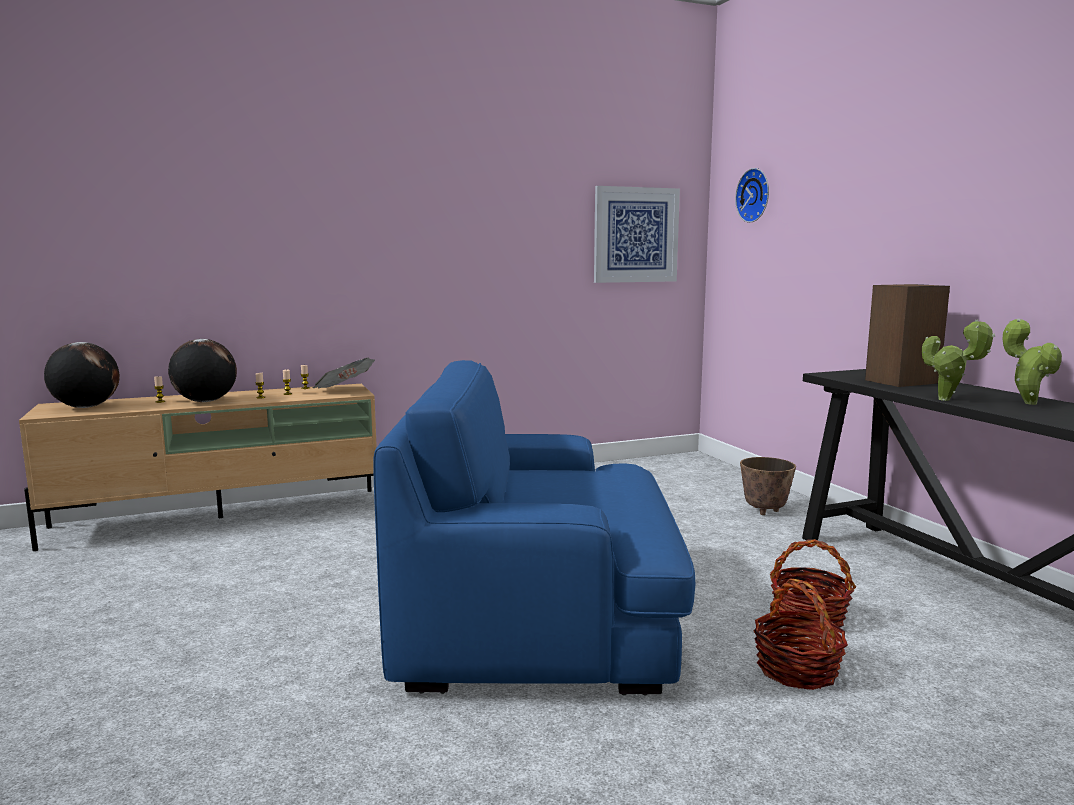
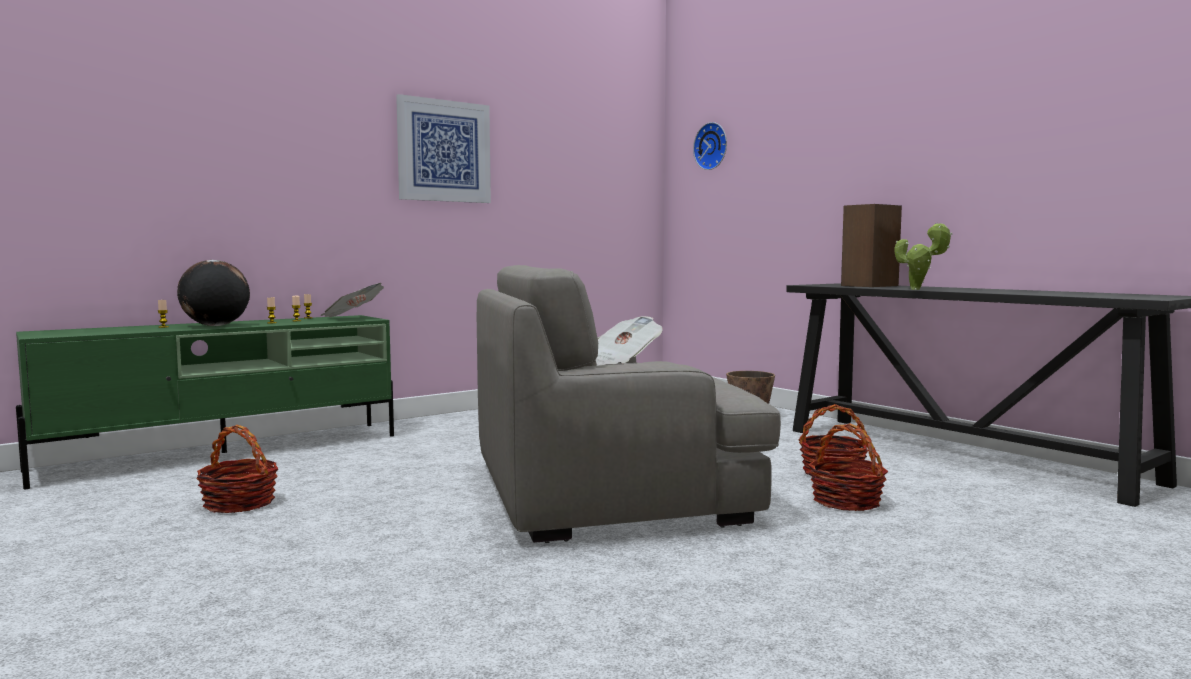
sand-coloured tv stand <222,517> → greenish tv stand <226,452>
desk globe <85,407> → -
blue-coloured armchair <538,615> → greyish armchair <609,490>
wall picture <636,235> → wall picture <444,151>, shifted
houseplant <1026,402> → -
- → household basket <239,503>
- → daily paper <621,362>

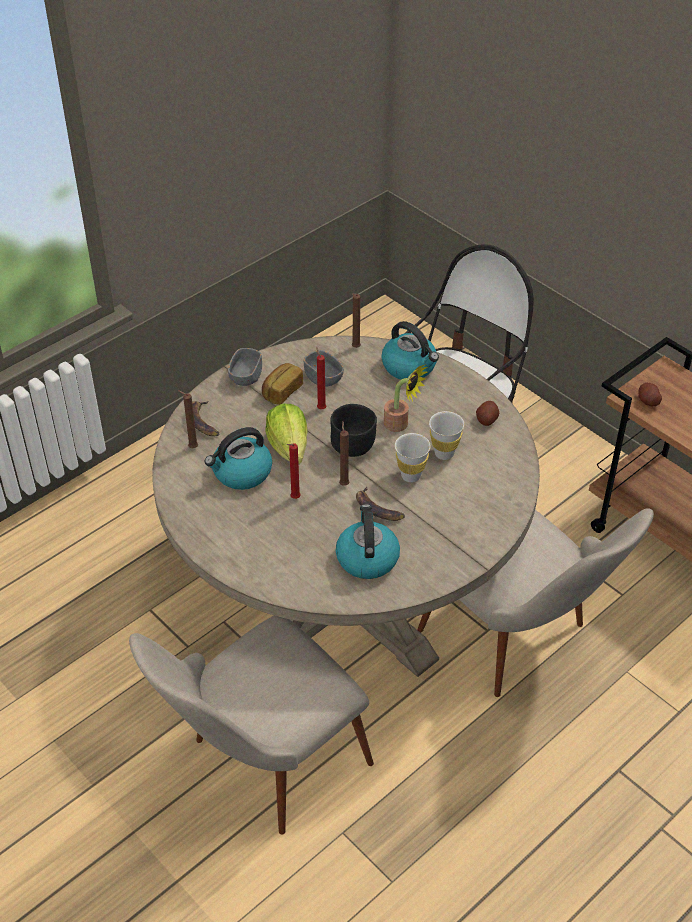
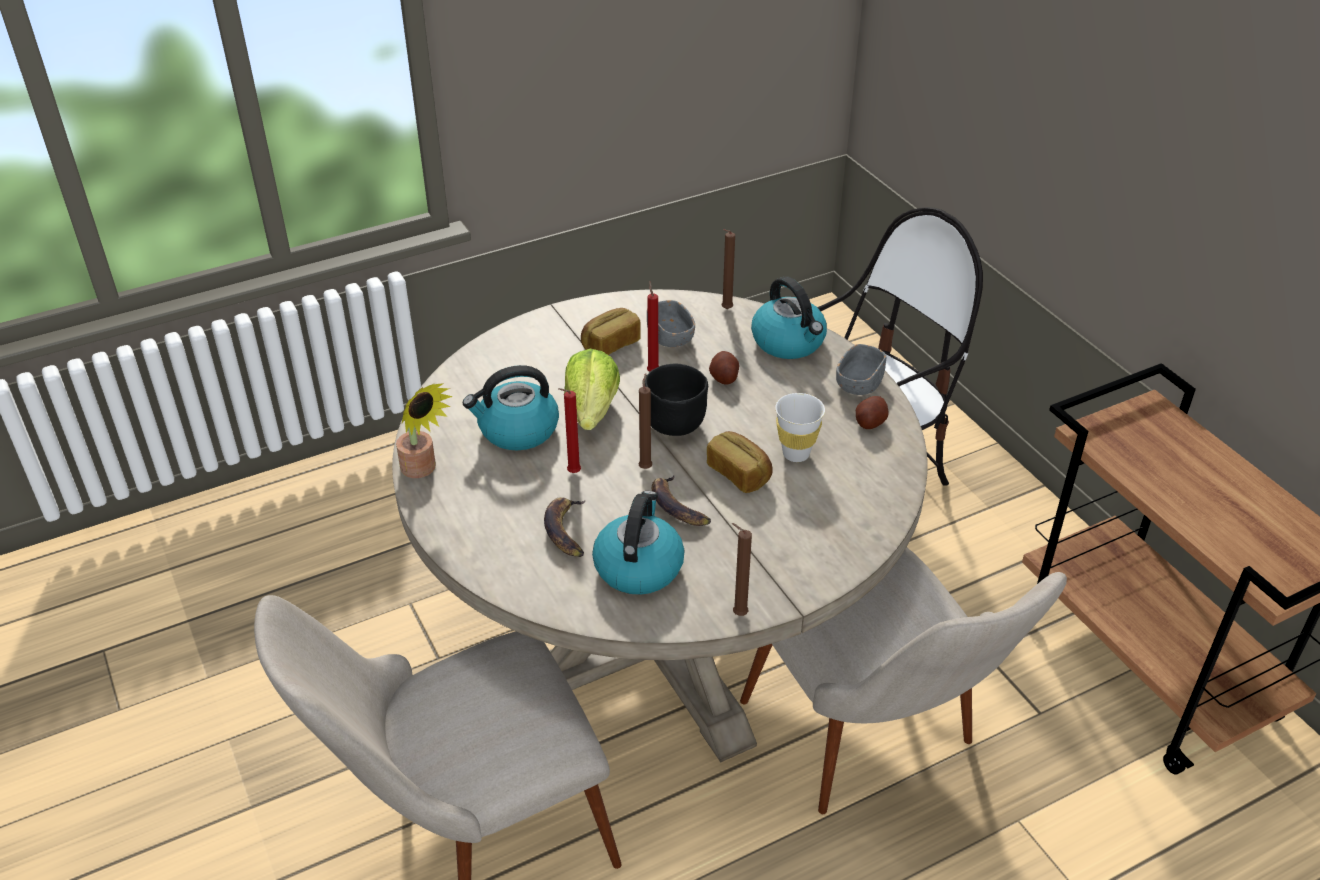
brown-coloured wax candle <191,447> → brown-coloured wax candle <737,614>, shifted
whole banana <202,421> → whole banana <566,530>, shifted
greyish deep dish <245,376> → greyish deep dish <859,383>, shifted
houseplant <400,425> → houseplant <422,470>, shifted
white-coloured drinking cup <411,475> → bread <739,473>
whole potato <648,401> → whole potato <724,377>, shifted

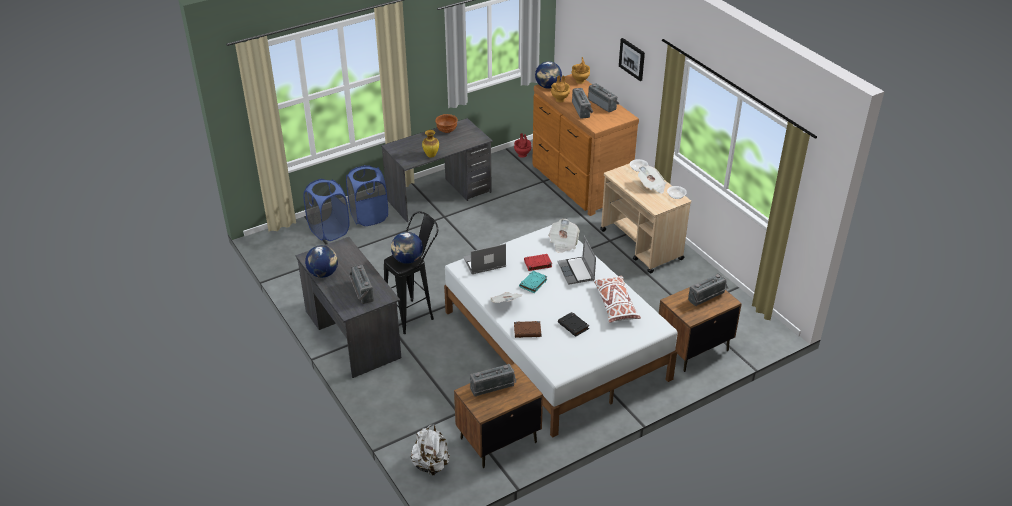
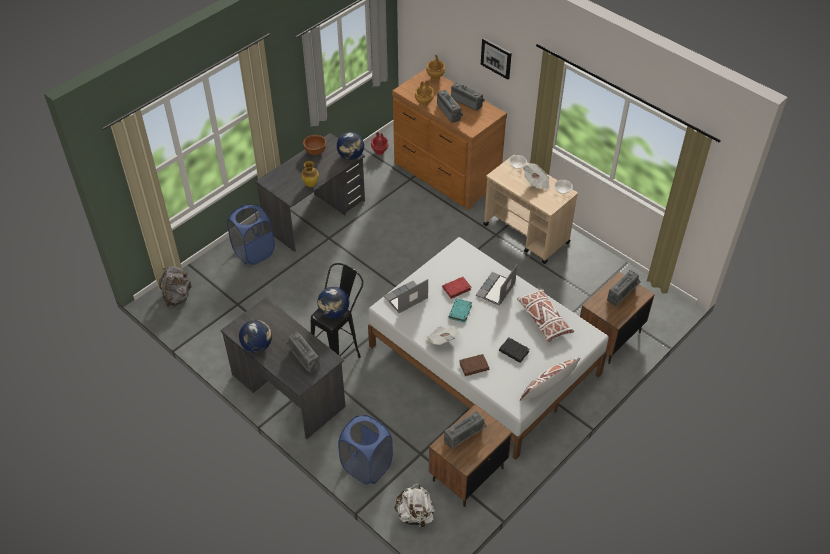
blue-coloured laundry basket <329,231> → blue-coloured laundry basket <366,466>, shifted
desk globe <548,86> → desk globe <351,156>, shifted
daily paper <563,243> → -
portable computer <576,272> → portable computer <496,290>, 60 degrees clockwise
- → greyish rucksack <177,296>
- → white-coloured throw pillow <548,387>

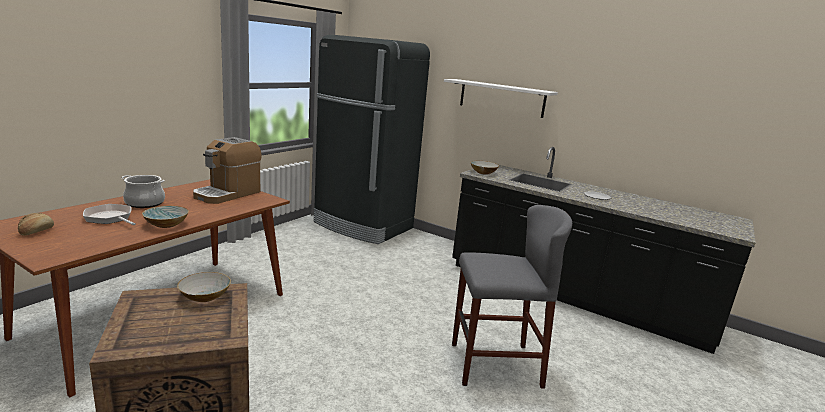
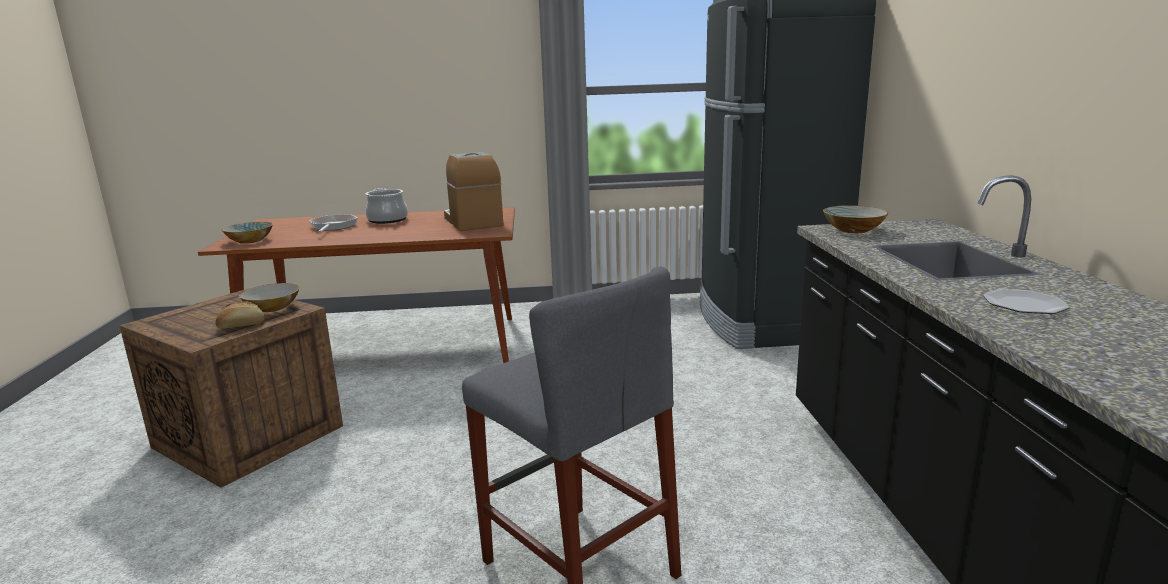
bread <36,231> → bread <241,325>, shifted
deep dish <167,224> → deep dish <250,241>, shifted
coffee machine <227,194> → coffee machine <472,222>, 75 degrees clockwise
white-coloured bracket shelf <501,98> → -

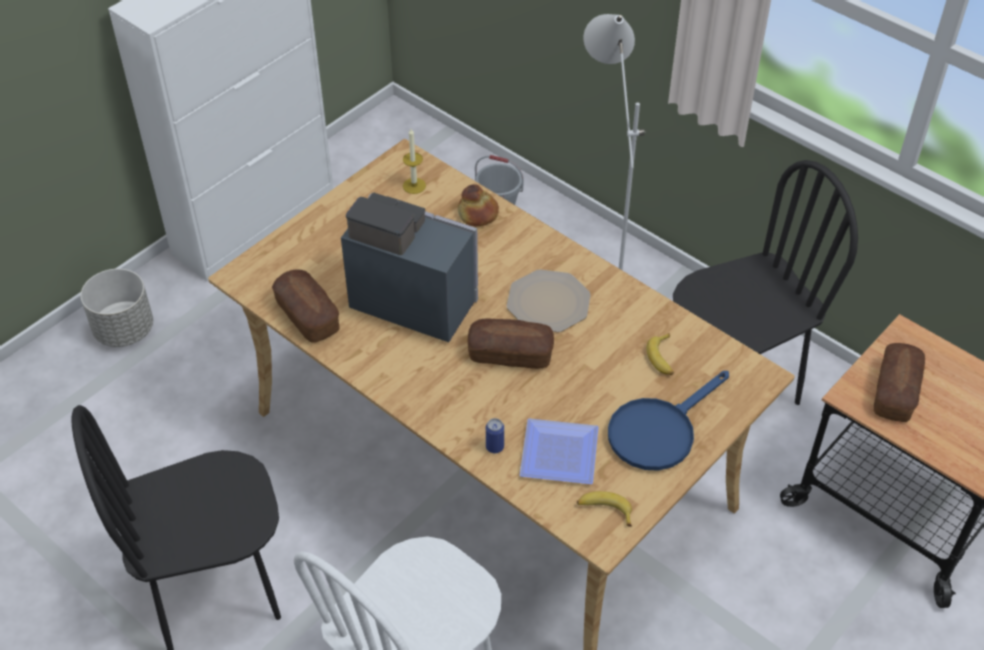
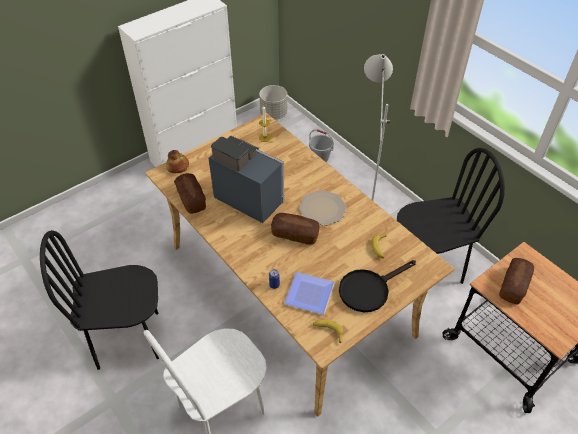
greyish planter <124,329> → greyish planter <274,114>, shifted
bread <478,213> → bread <178,166>, shifted
blue-coloured skillet <658,430> → black-coloured skillet <369,289>

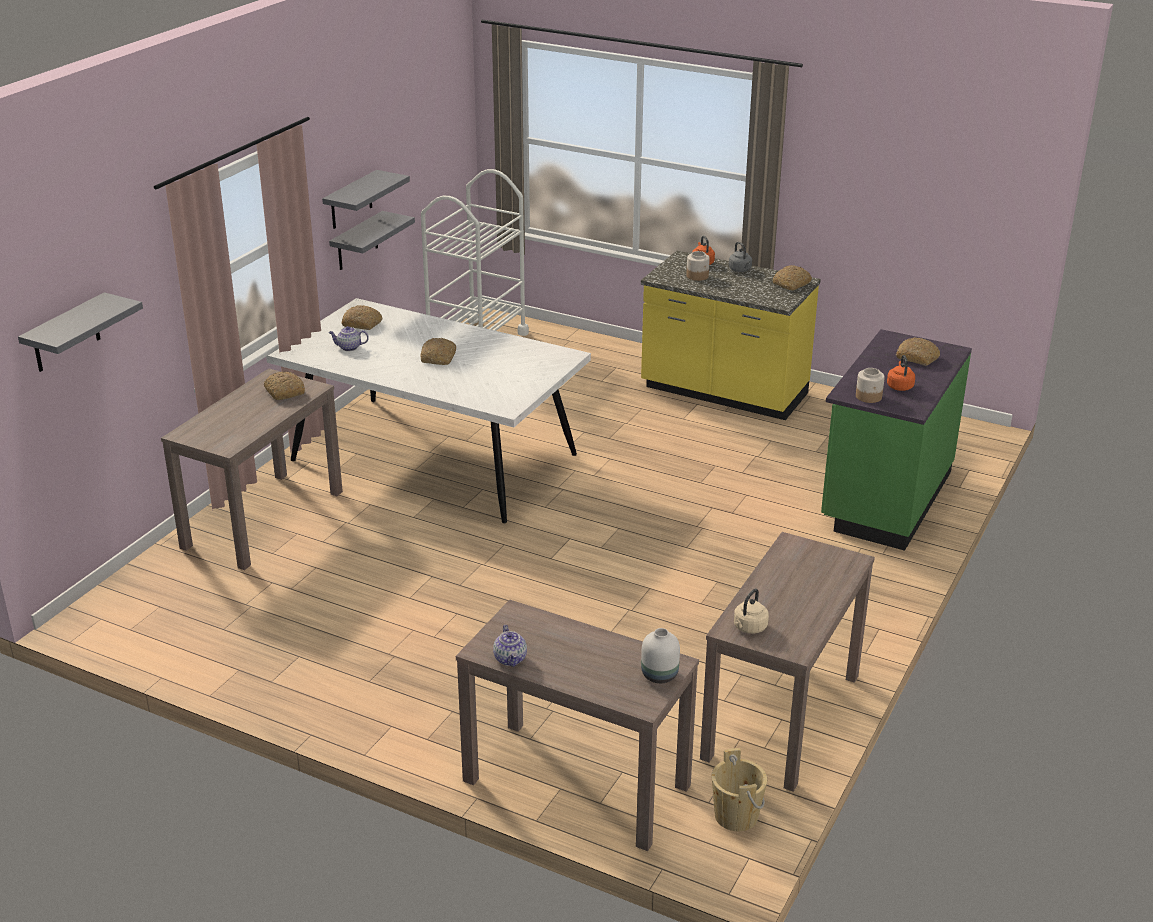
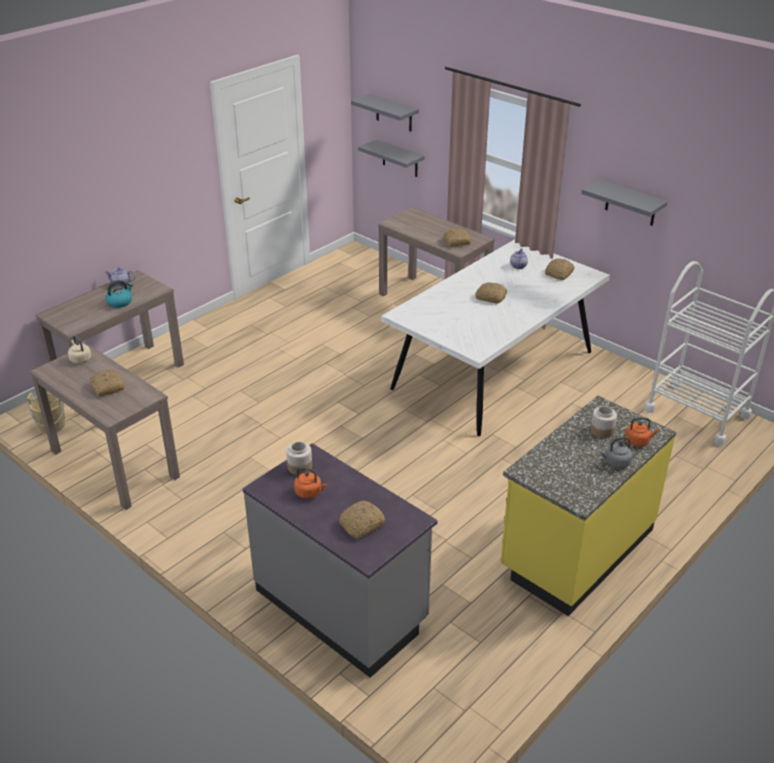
greyish bracket shelf <357,242> → greyish bracket shelf <400,158>, shifted
white-coloured flower vase <658,675> → -
bread <791,284> → bread <107,387>, shifted
greenish counter <884,498> → greyish counter <342,606>
- → kettle <120,302>

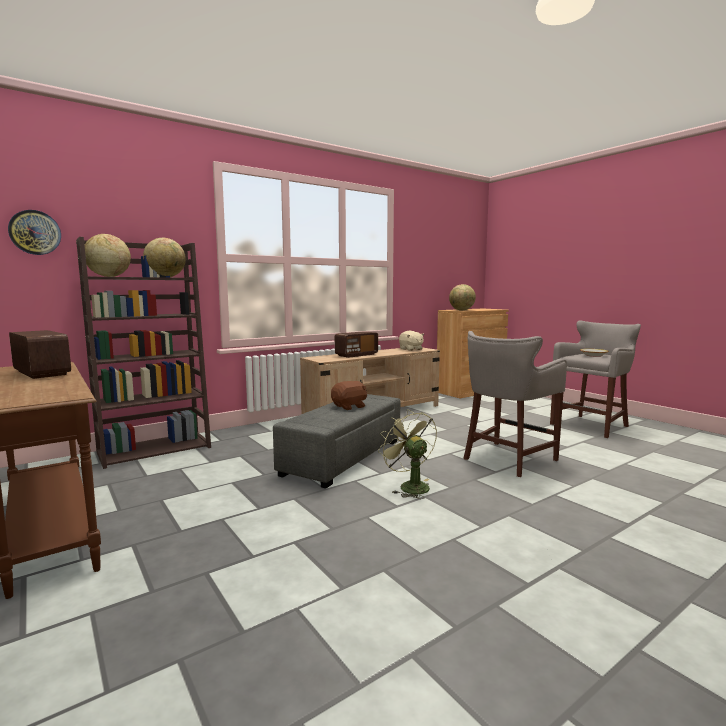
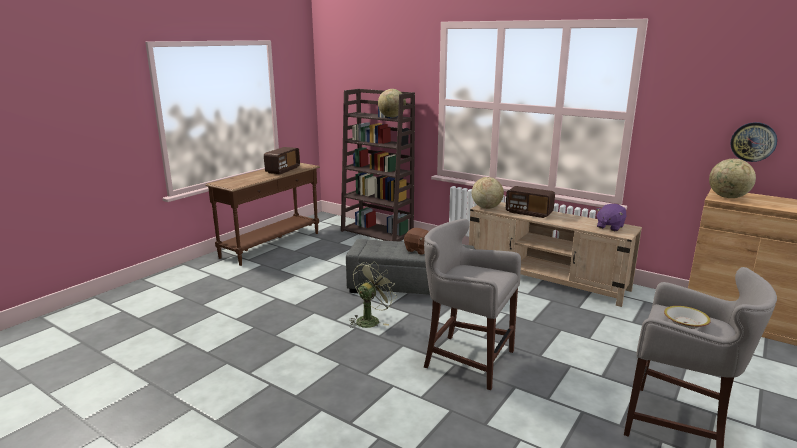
wall clock <35,232> → wall clock <753,142>, shifted
desk globe <108,276> → desk globe <486,207>, shifted
sand-coloured plush toy <411,349> → purplish plush toy <609,227>

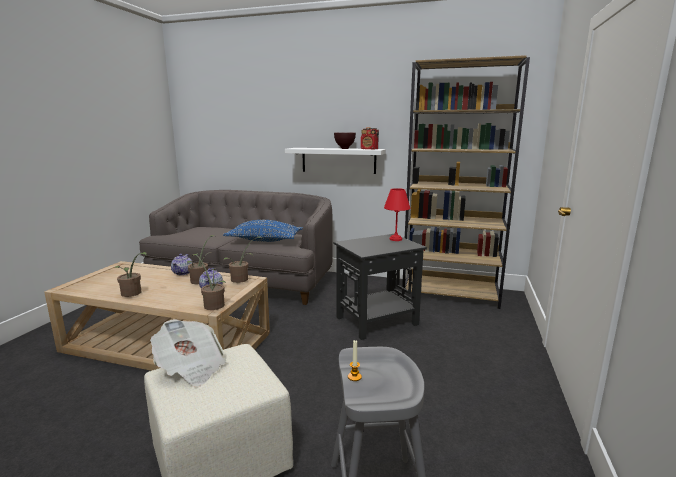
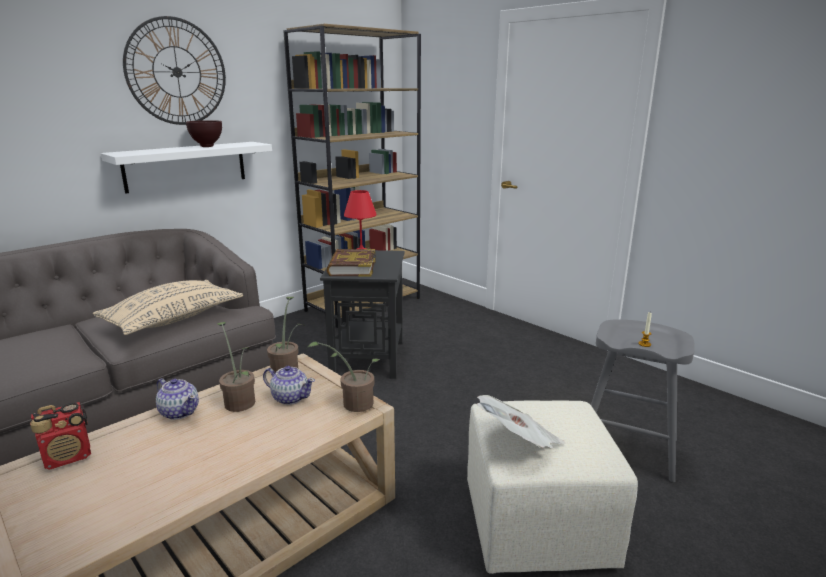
houseplant <132,294> → -
blue-coloured throw pillow <265,240> → sand-coloured throw pillow <173,319>
radio <369,149> → radio <69,457>, shifted
- → wall clock <177,72>
- → volume <351,267>

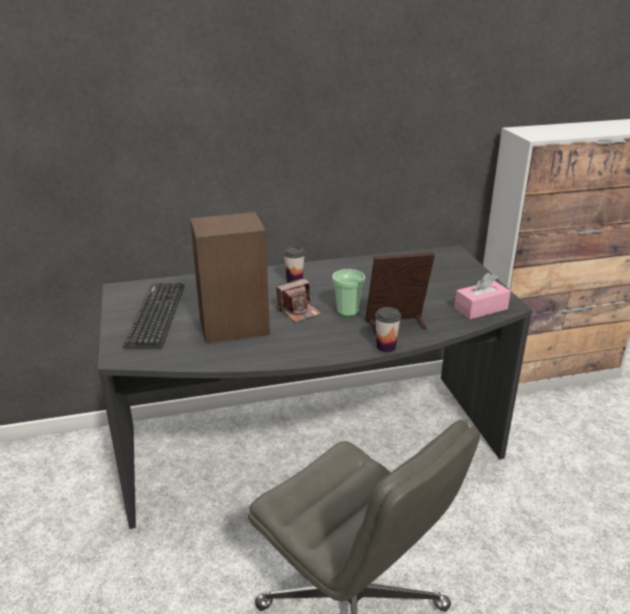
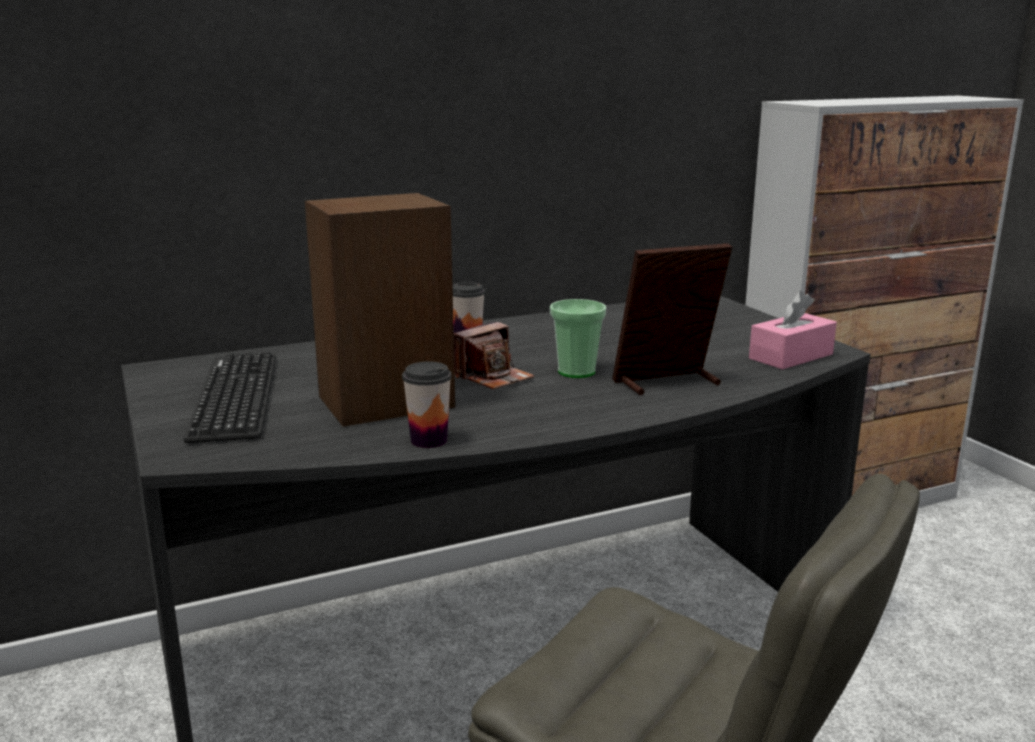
drinking cup <386,347> → drinking cup <429,440>, shifted

